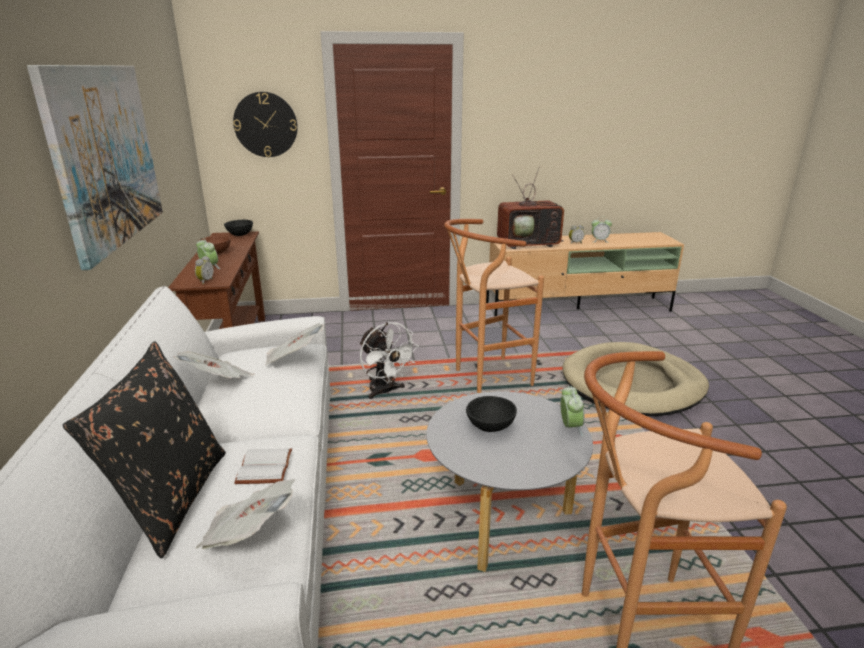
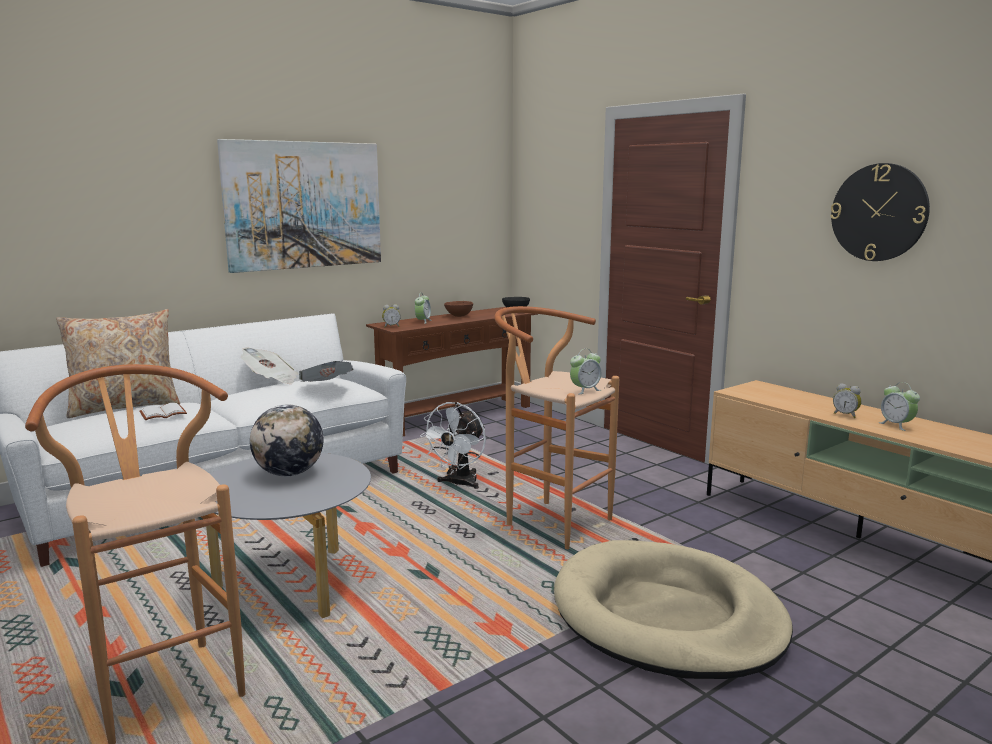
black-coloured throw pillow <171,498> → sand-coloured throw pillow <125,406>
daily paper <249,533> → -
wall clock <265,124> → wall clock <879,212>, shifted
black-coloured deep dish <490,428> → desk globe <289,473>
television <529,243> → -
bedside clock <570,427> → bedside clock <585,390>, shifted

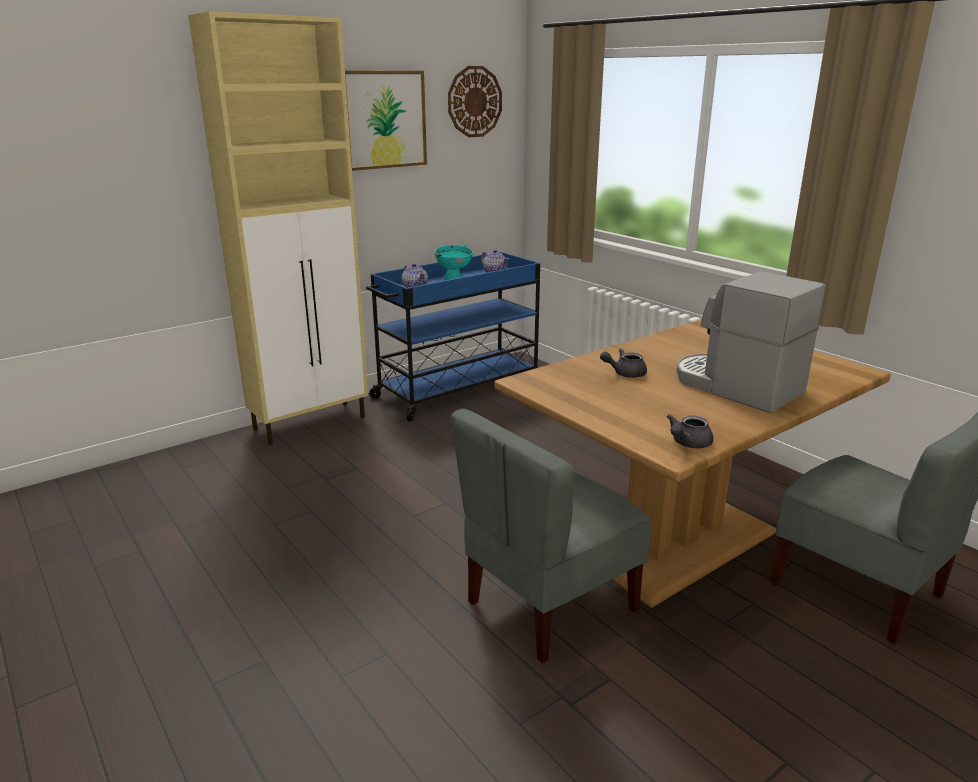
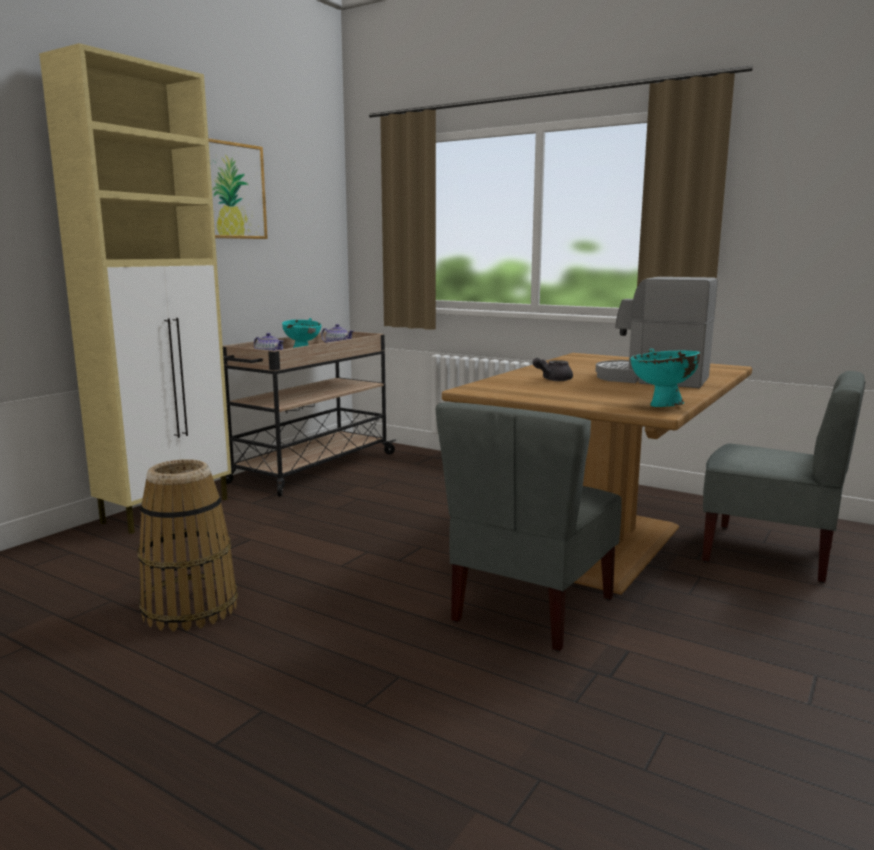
blue-coloured cart <458,389> → sand-coloured cart <312,468>
wall clock <474,102> → -
greyish tea pot <687,444> → turquoise deep dish <662,406>
- → household basket <189,608>

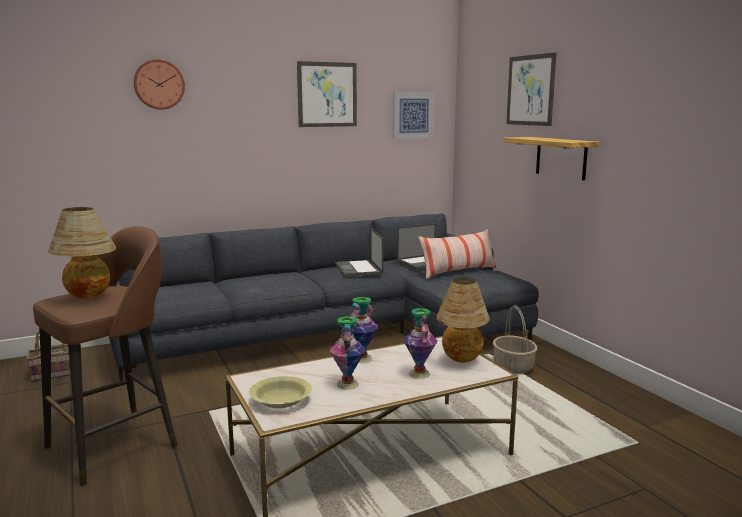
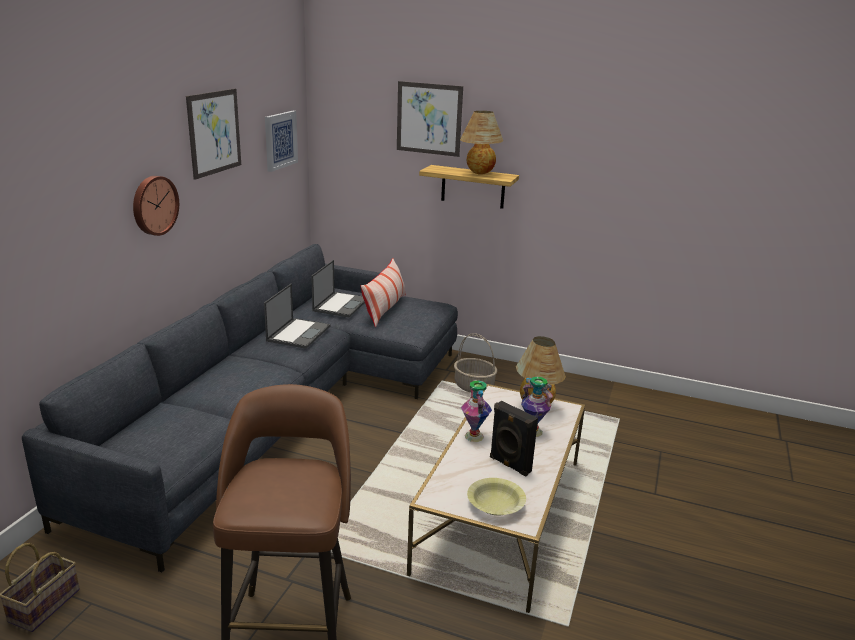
tabletop lamp <87,297> → tabletop lamp <479,174>, shifted
wall clock <159,84> → wall clock <154,205>, shifted
flower vase <348,384> → black-coloured audio speaker <509,465>
portable computer <359,269> → portable computer <298,333>, 105 degrees counterclockwise

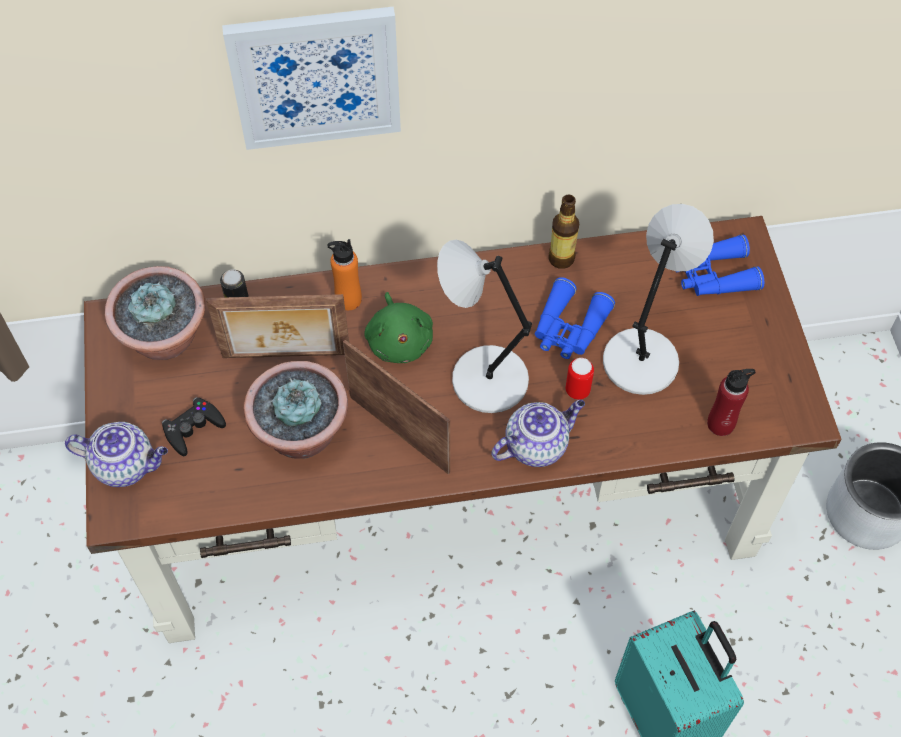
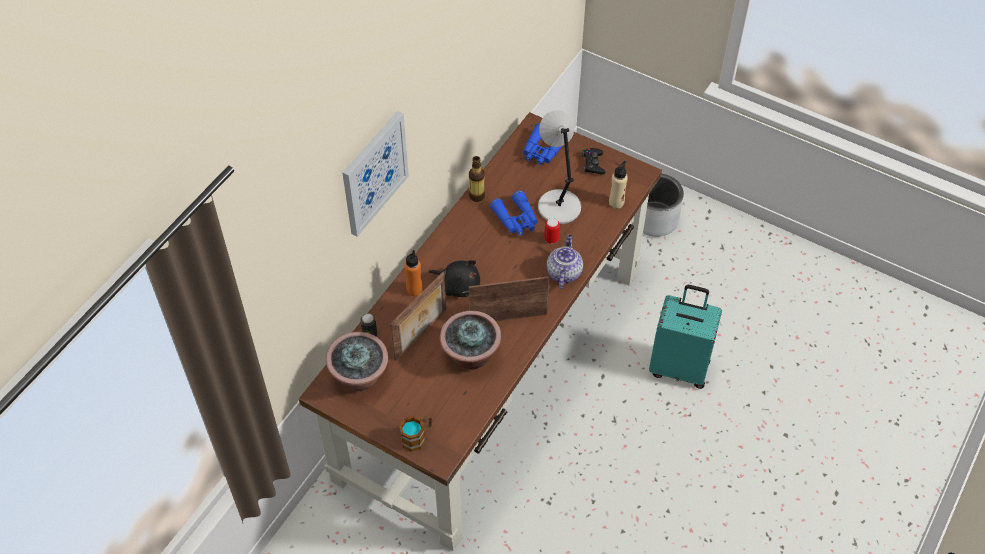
tea pot <126,465> → tea mug <417,437>
black-coloured joypad <193,429> → black-coloured joypad <593,164>, shifted
greenish plush toy <399,340> → black-coloured plush toy <458,285>
greyish tabletop lamp <485,379> → -
red-coloured drink bottle <721,424> → sand-coloured drink bottle <616,202>

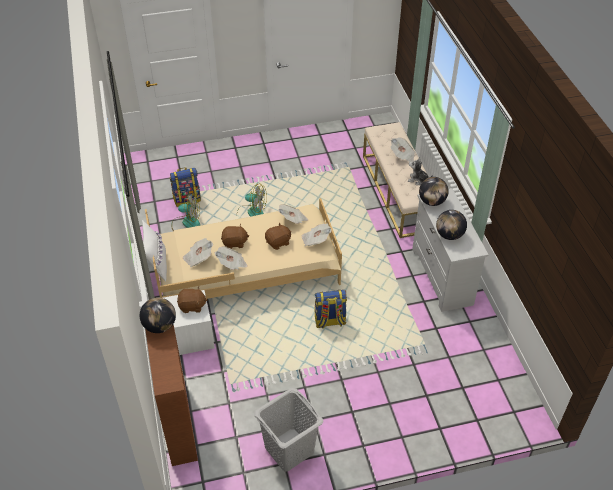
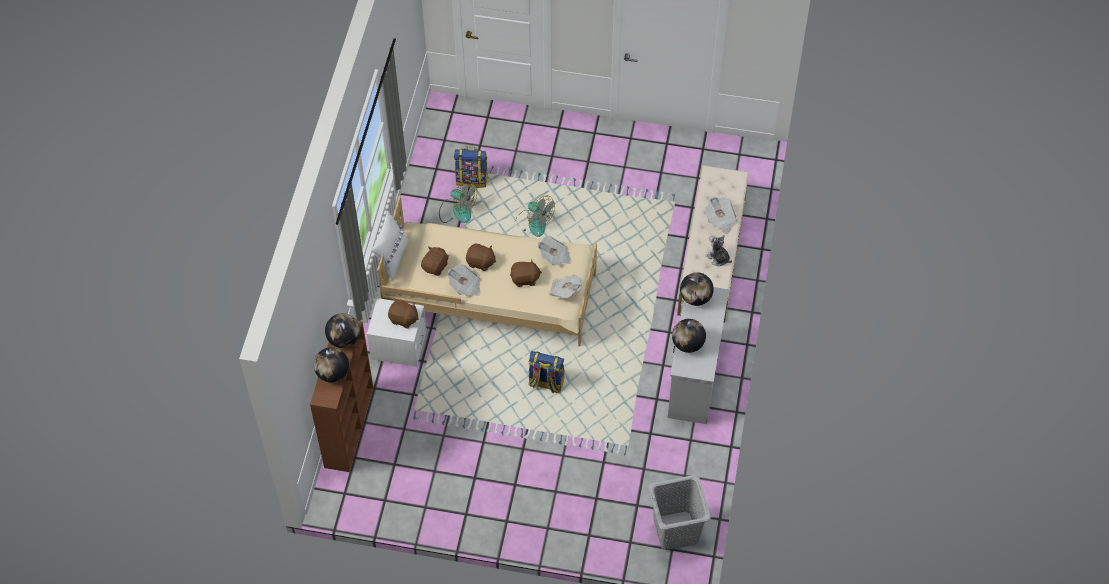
daily paper <198,258> → brown-coloured plush toy <435,266>
greyish laundry basket <289,449> → greyish laundry basket <676,531>, shifted
- → desk globe <332,374>

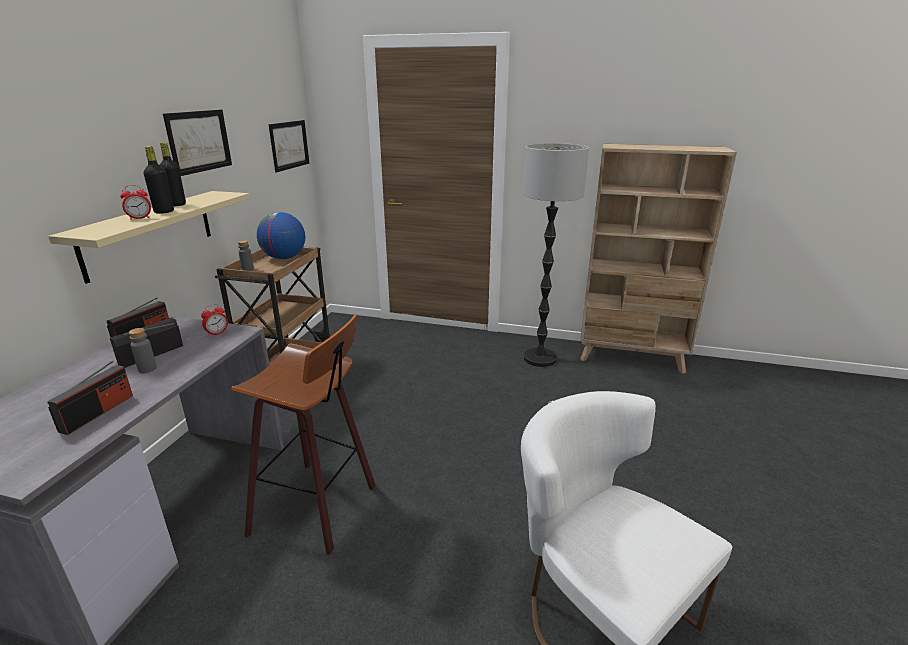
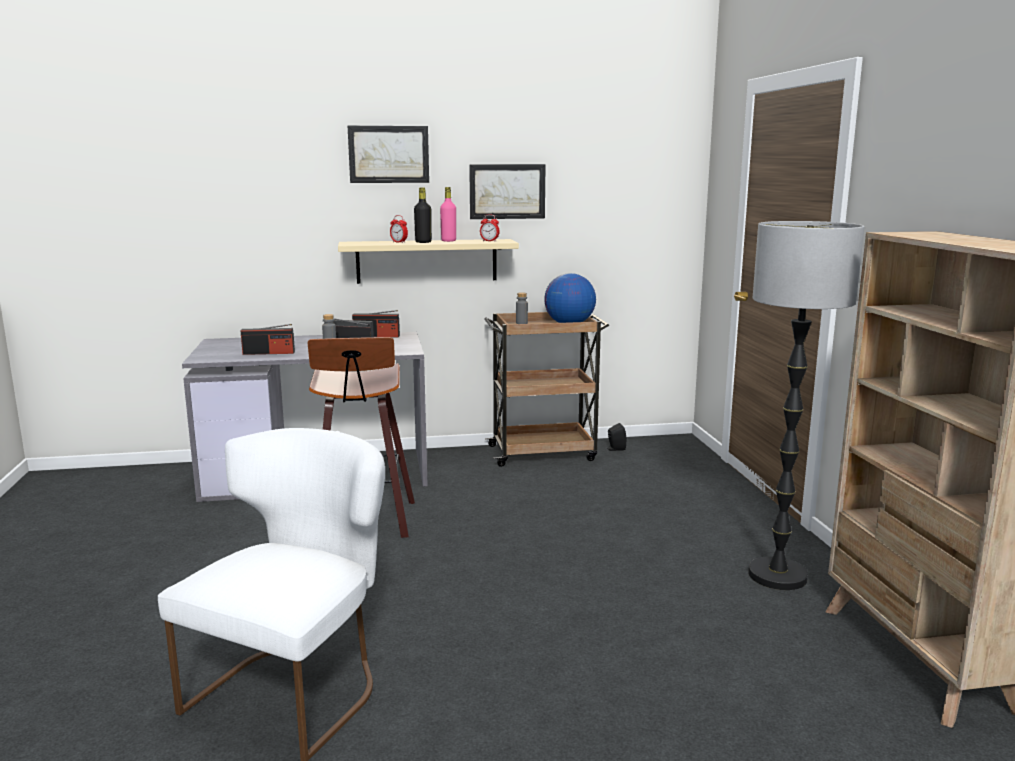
black-coloured drink bottle <177,205> → pink-coloured drink bottle <448,241>
bedside clock <217,333> → bedside clock <489,241>, shifted
wall picture <289,145> → wall picture <388,154>, shifted

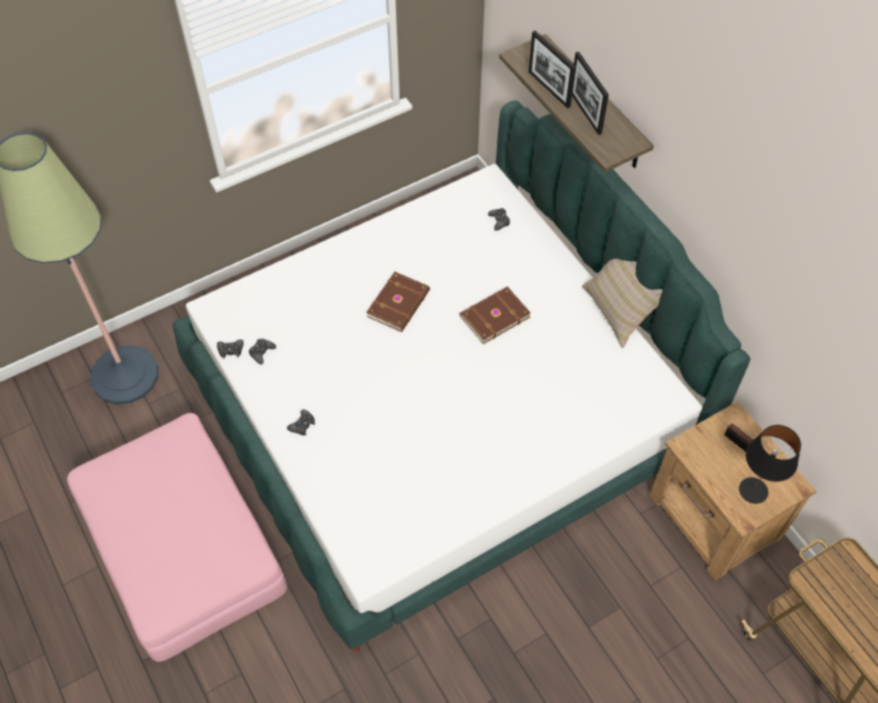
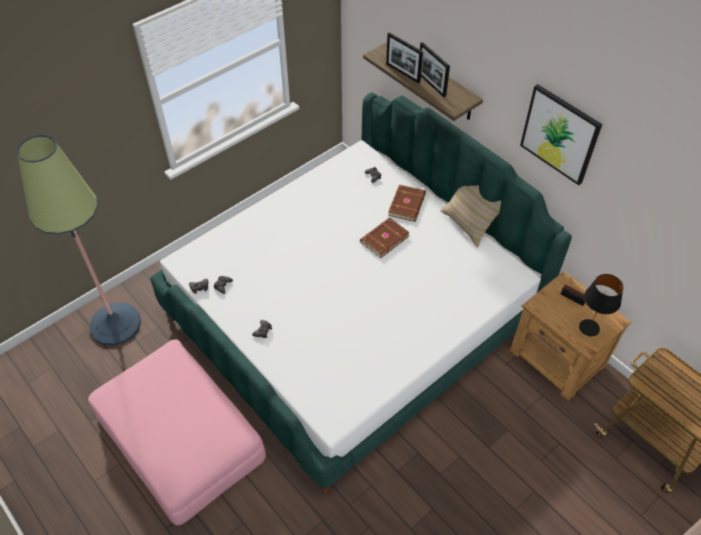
brown-coloured volume <399,304> → brown-coloured volume <408,204>, shifted
- → wall picture <560,134>

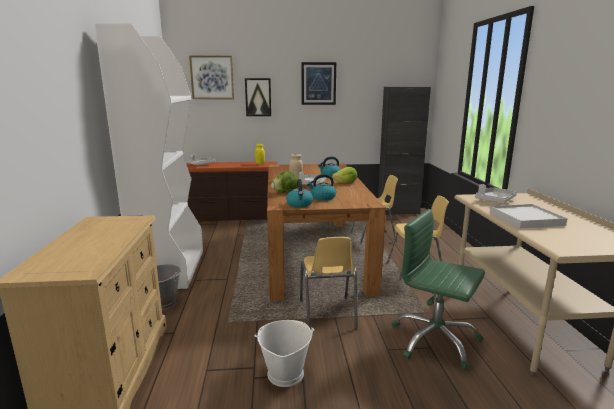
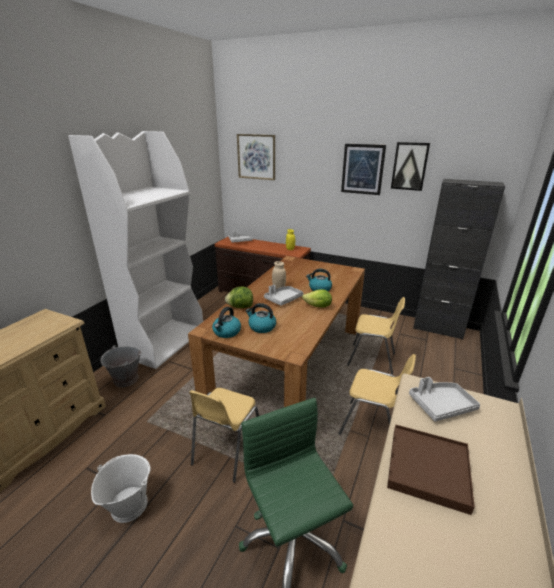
wall picture <258,97> → wall picture <409,166>, shifted
white-coloured carrying tray <525,219> → brown-coloured carrying tray <428,468>

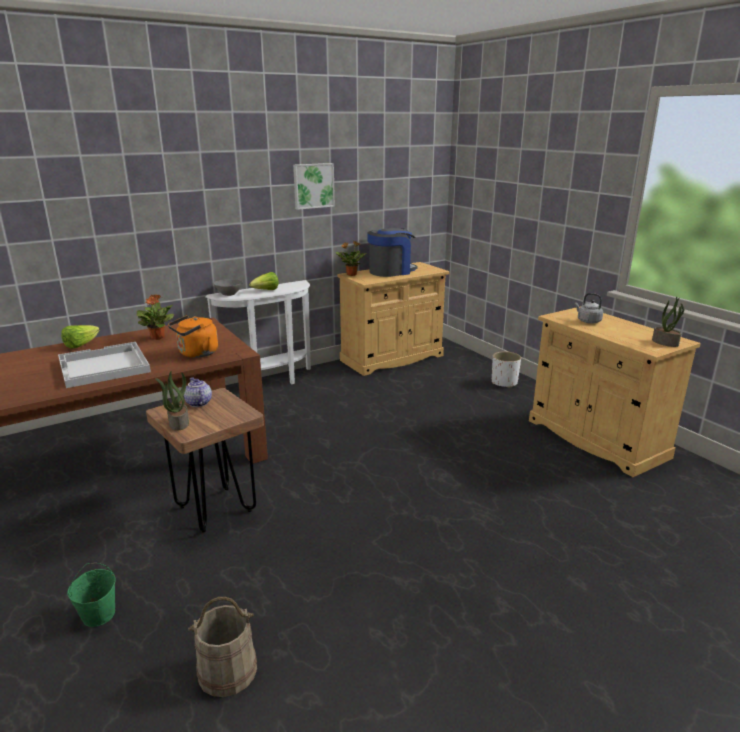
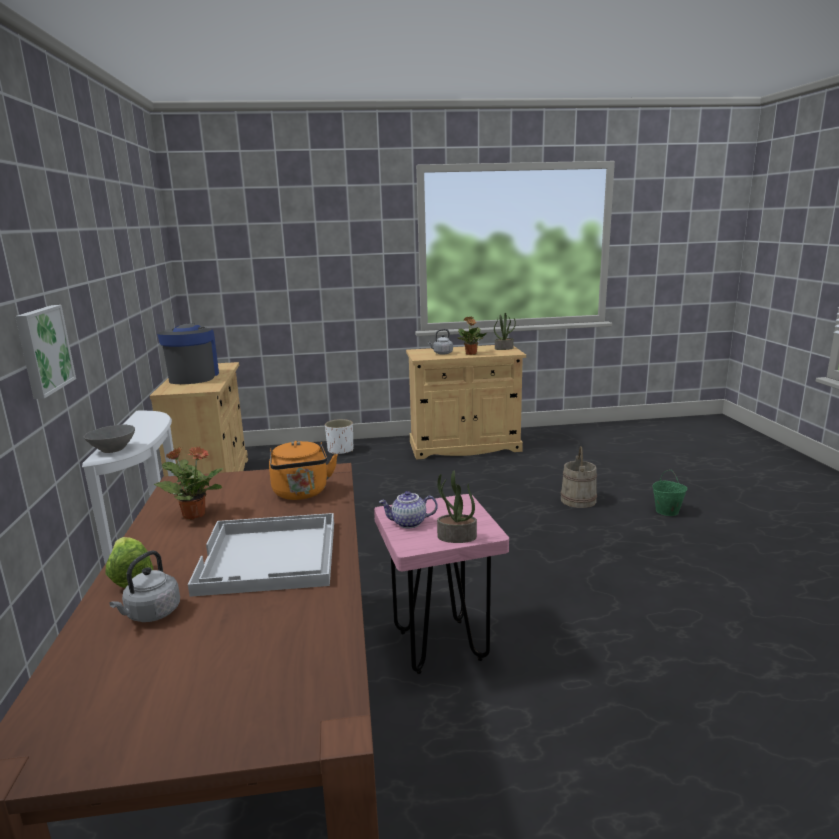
greenish pail <98,614> → greenish pail <666,511>, shifted
brown-coloured sitting stool <215,509> → pink-coloured sitting stool <440,646>
sand-coloured pail <227,671> → sand-coloured pail <578,500>, shifted
head of lettuce <266,291> → -
wall picture <313,185> → wall picture <42,350>, shifted
houseplant <351,274> → houseplant <471,354>, shifted
- → greyish kettle <151,614>

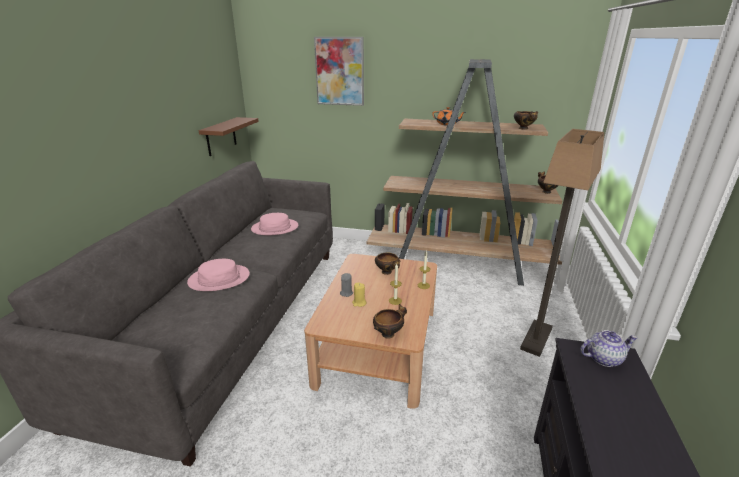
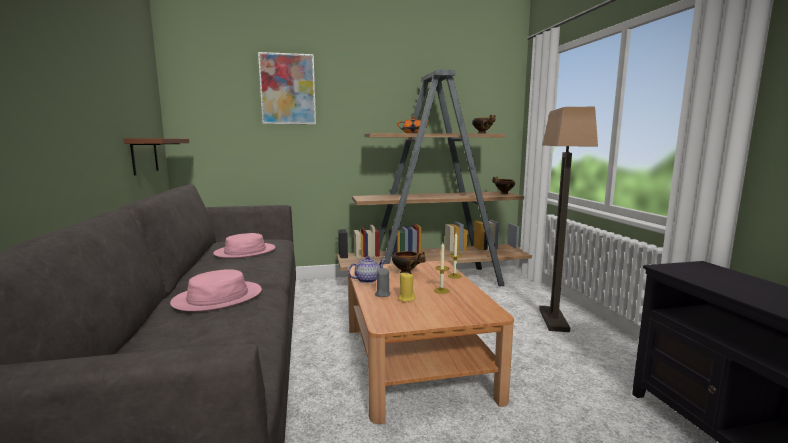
deep dish <389,333> → -
tea pot <603,358> → tea pot <367,280>, shifted

